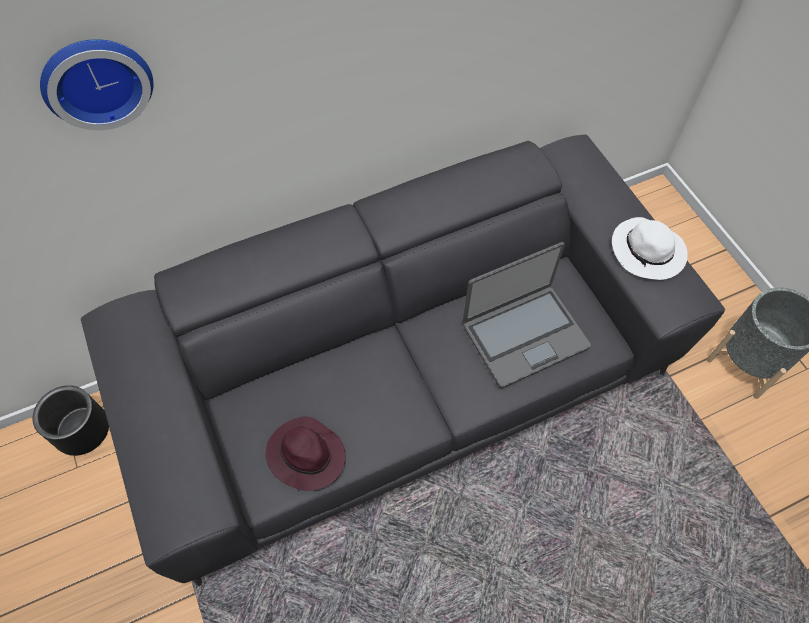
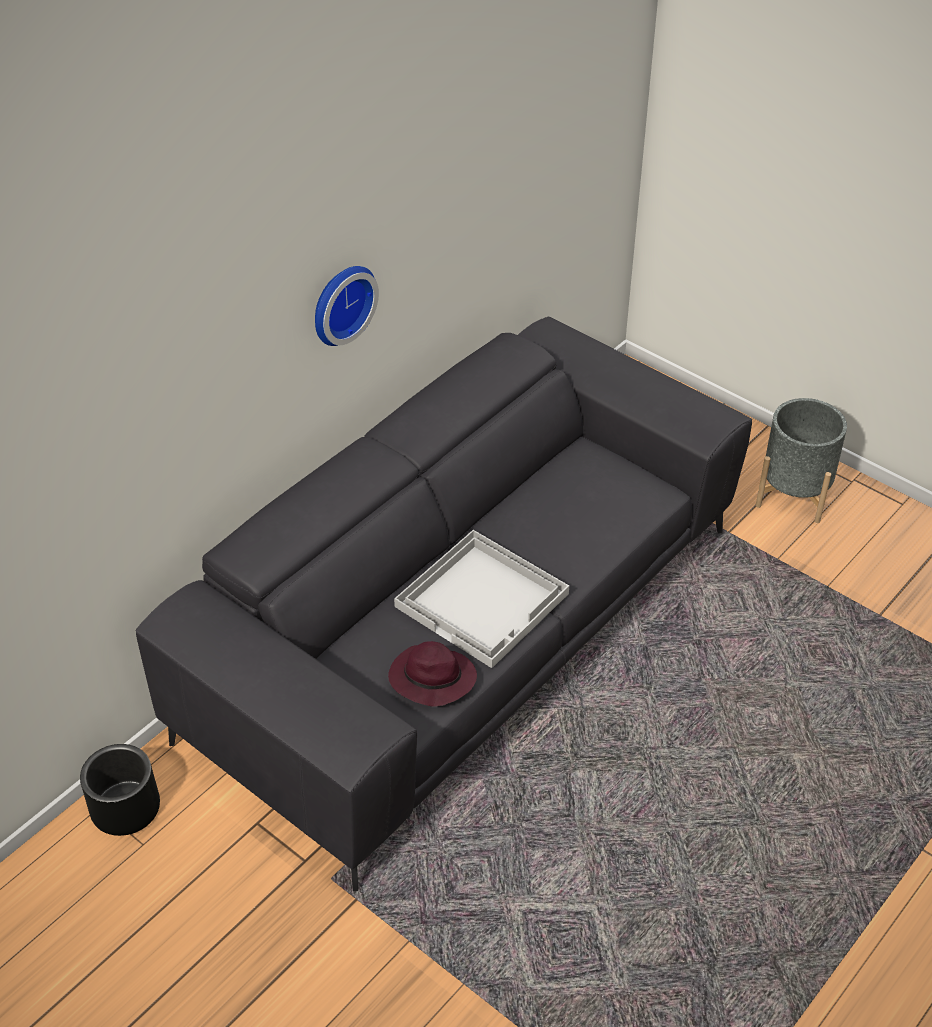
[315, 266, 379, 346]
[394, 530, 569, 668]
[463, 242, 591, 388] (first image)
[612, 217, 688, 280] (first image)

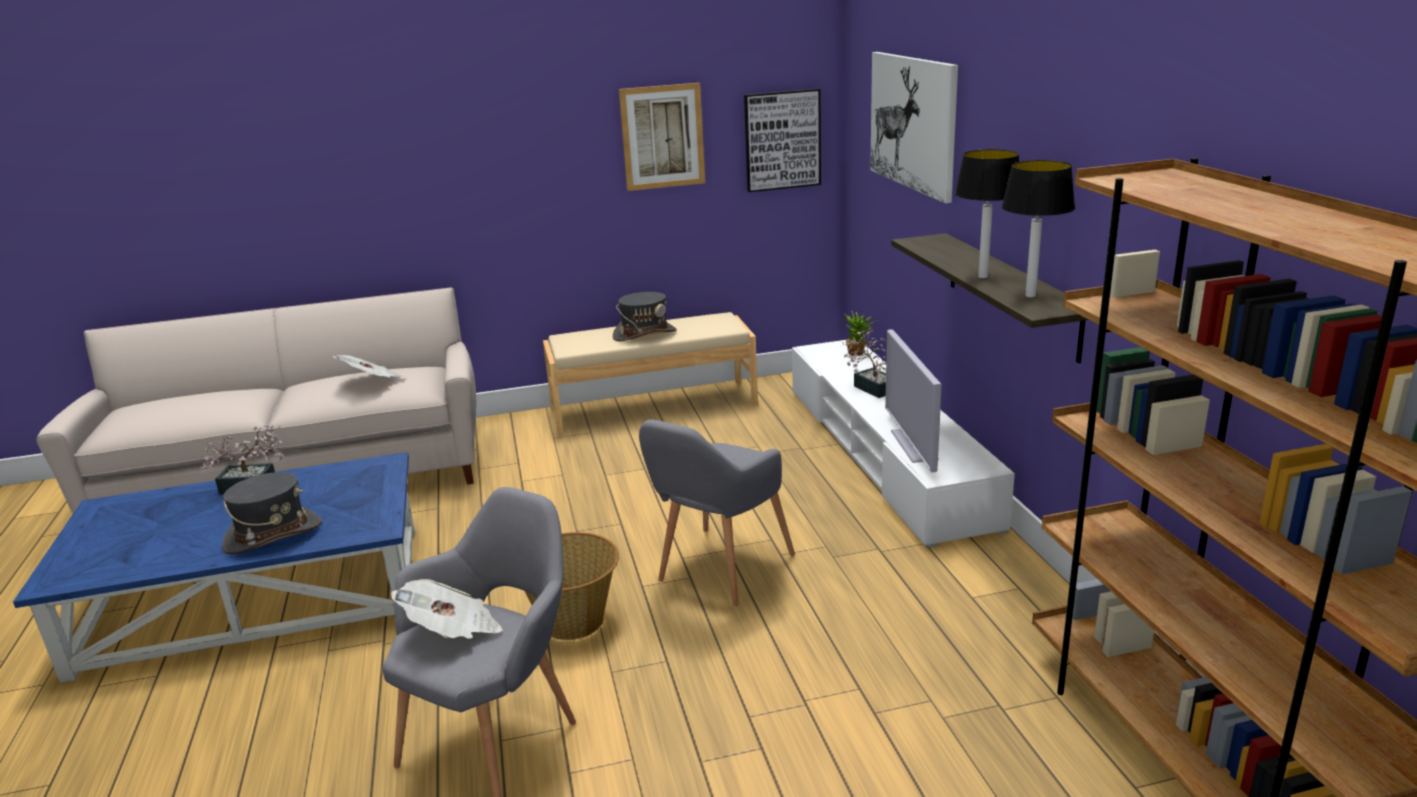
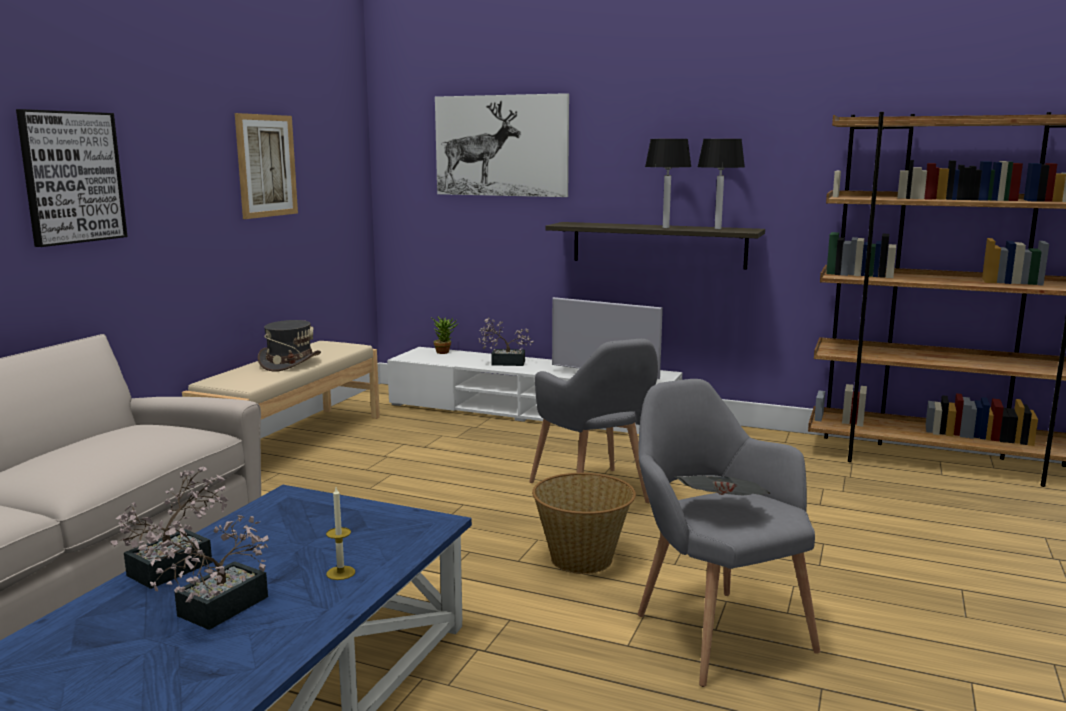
[16, 109, 128, 247]
[144, 515, 269, 630]
[326, 488, 355, 580]
[332, 355, 404, 378] (first image)

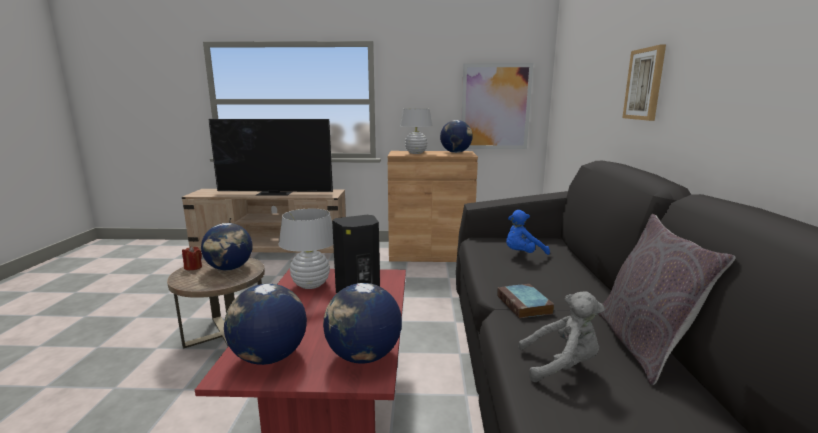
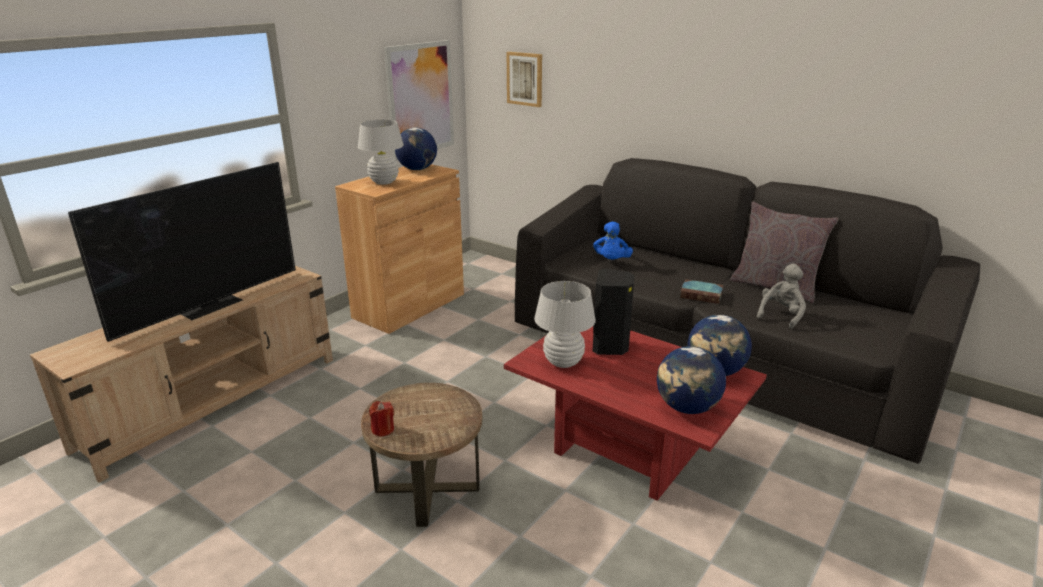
[507, 52, 542, 107]
[201, 223, 253, 270] (first image)

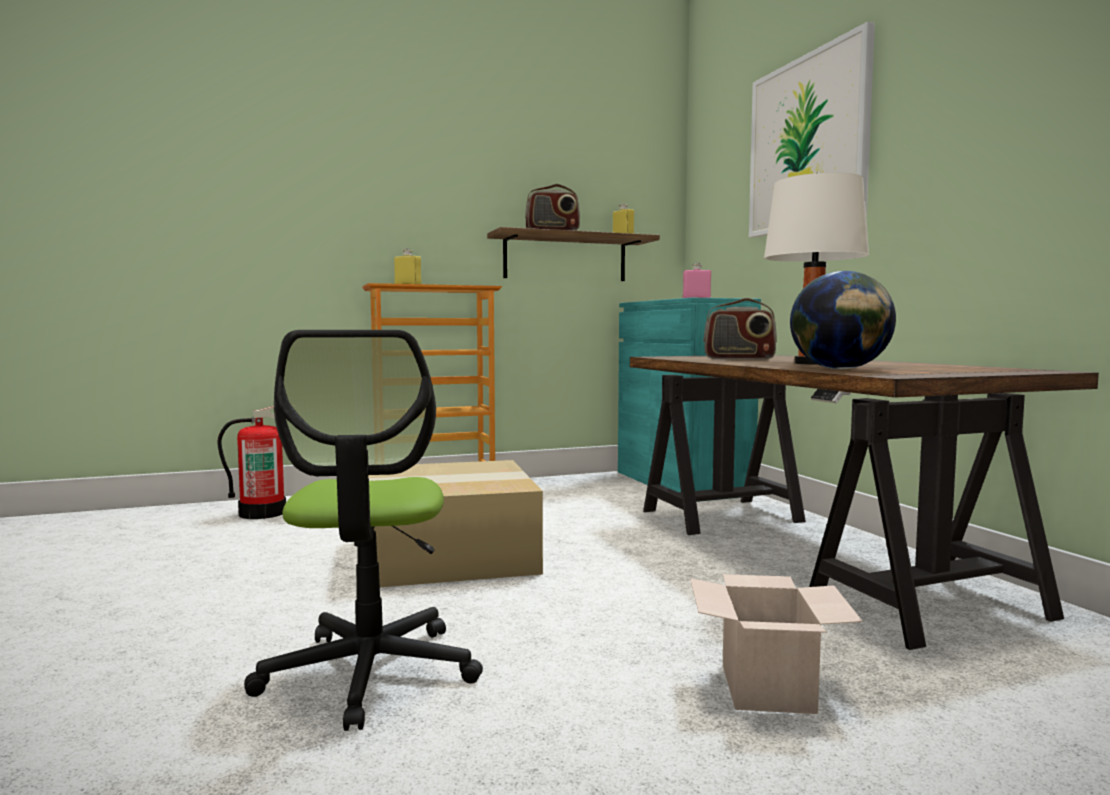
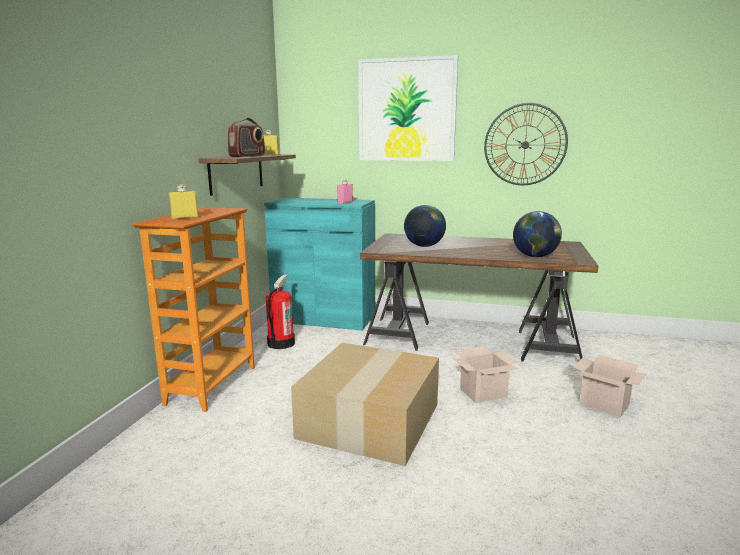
[266, 274, 295, 349]
[404, 205, 446, 247]
[453, 346, 519, 403]
[484, 103, 568, 185]
[244, 330, 483, 731] (first image)
[764, 172, 869, 365] (first image)

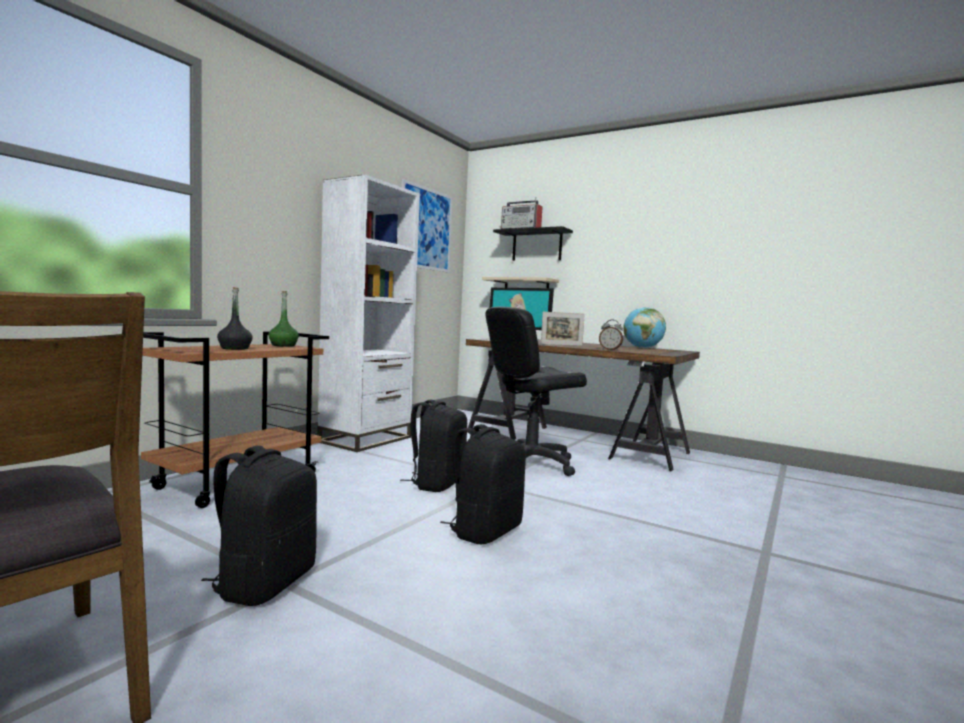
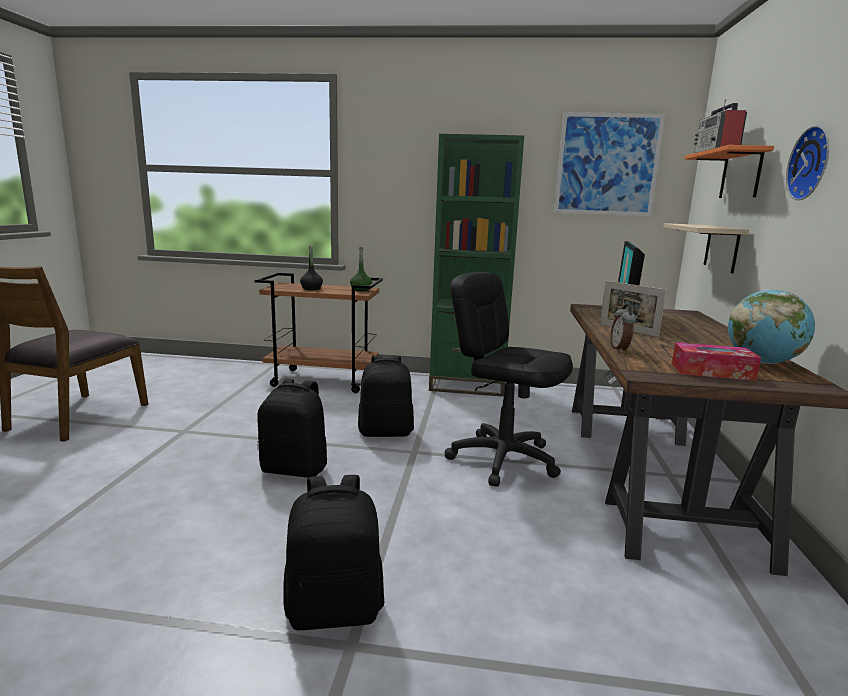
[283, 475, 384, 630]
[429, 134, 524, 397]
[672, 342, 761, 381]
[684, 145, 774, 198]
[786, 125, 829, 200]

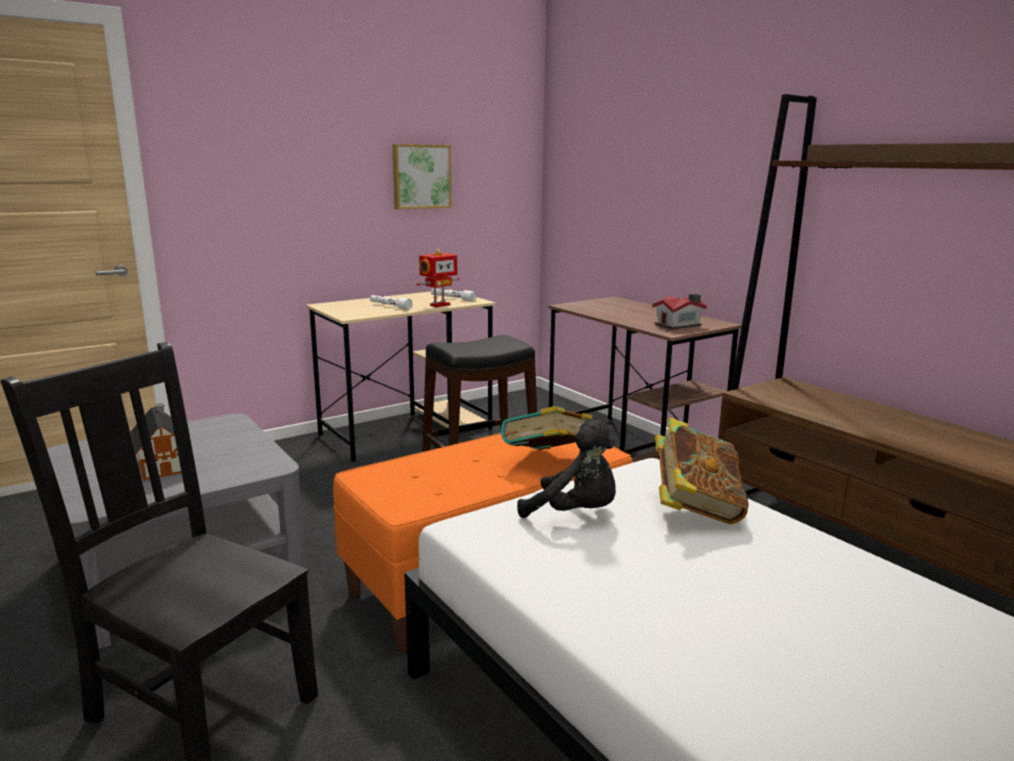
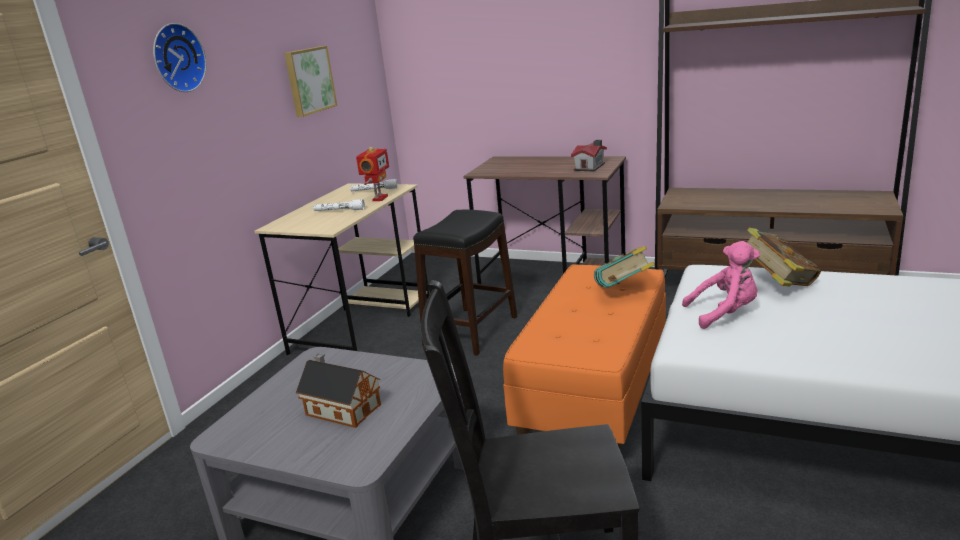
[153, 23, 206, 92]
[682, 241, 760, 329]

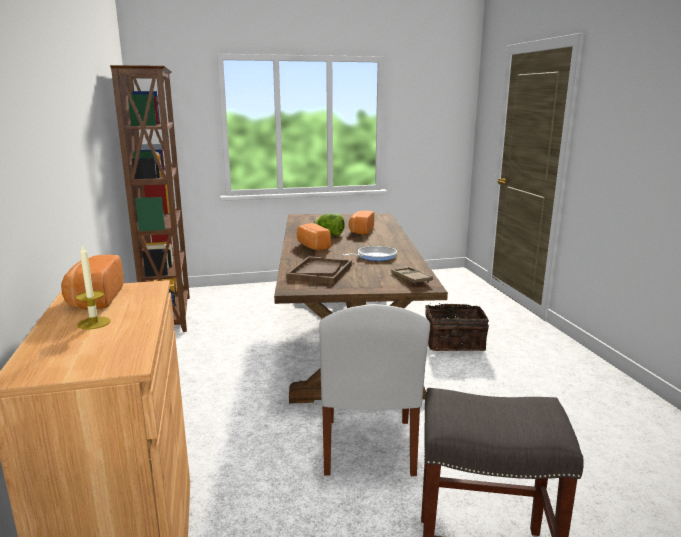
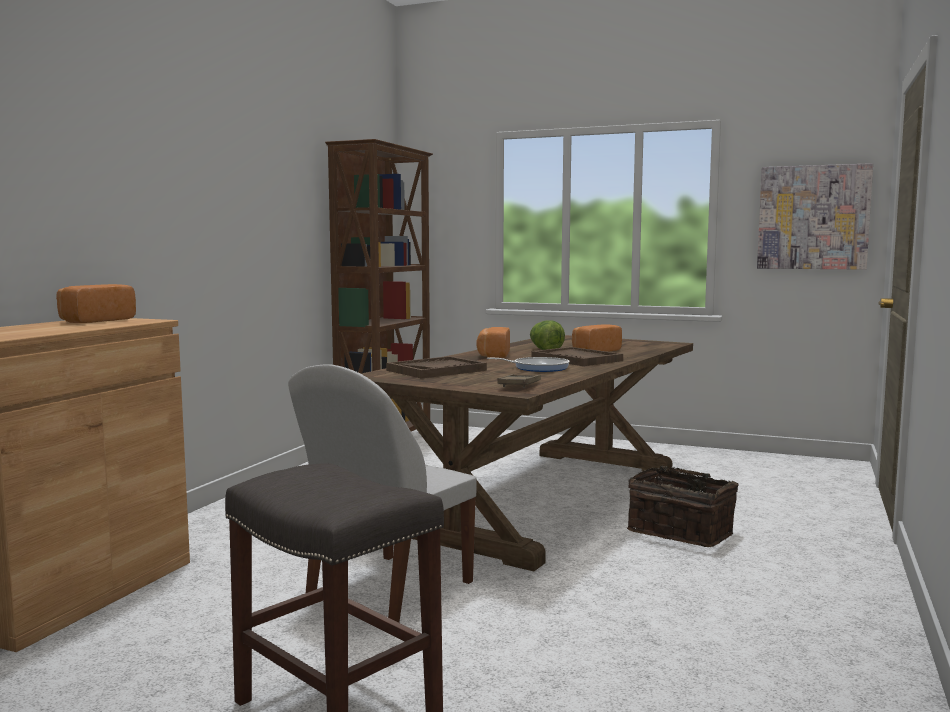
[531, 347, 623, 366]
[757, 163, 873, 270]
[76, 244, 111, 330] (first image)

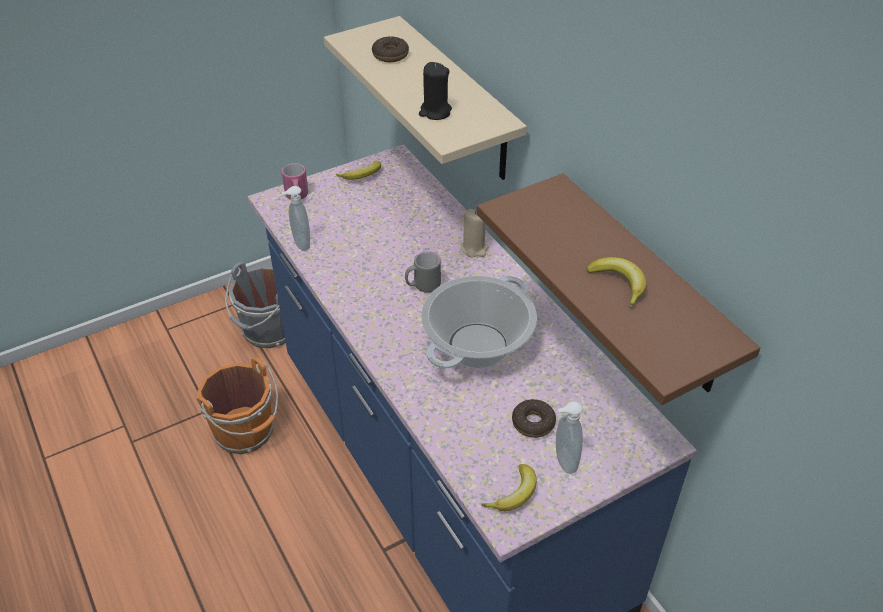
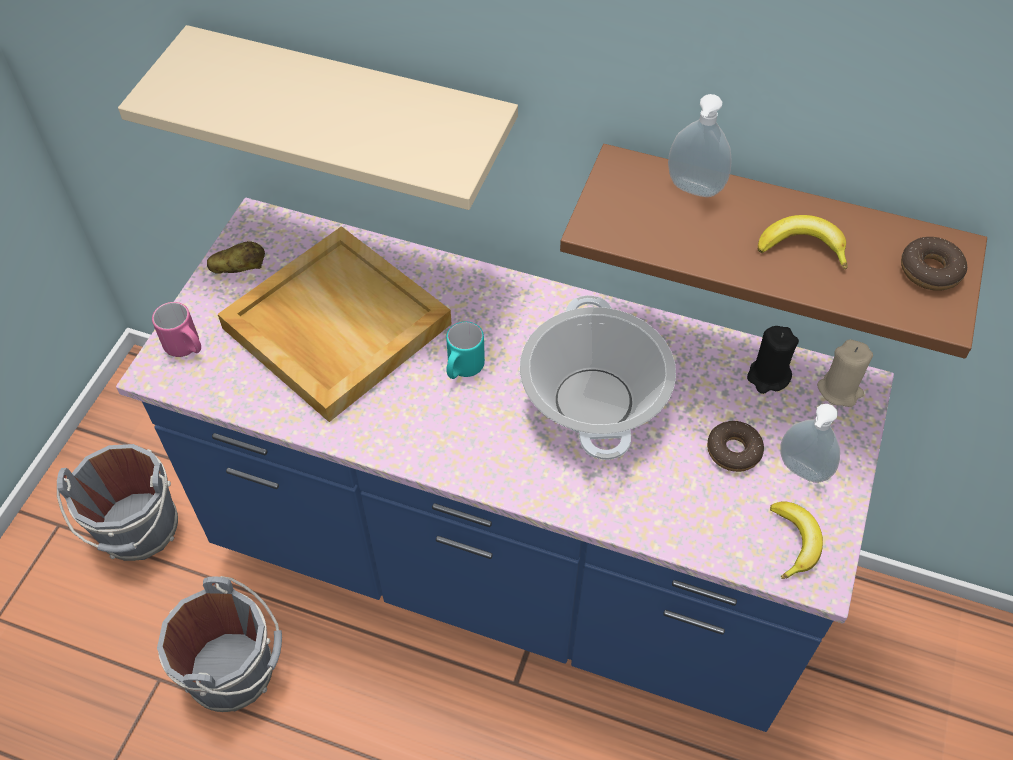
[157, 576, 282, 712]
[207, 241, 265, 274]
[218, 226, 451, 422]
[446, 321, 485, 379]
[668, 94, 732, 197]
[747, 326, 799, 394]
[817, 339, 873, 407]
[901, 237, 967, 291]

